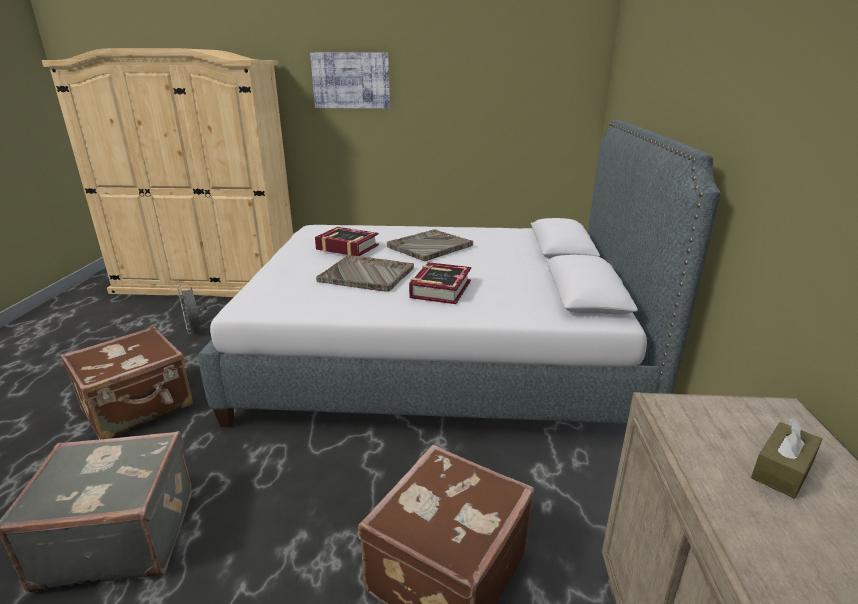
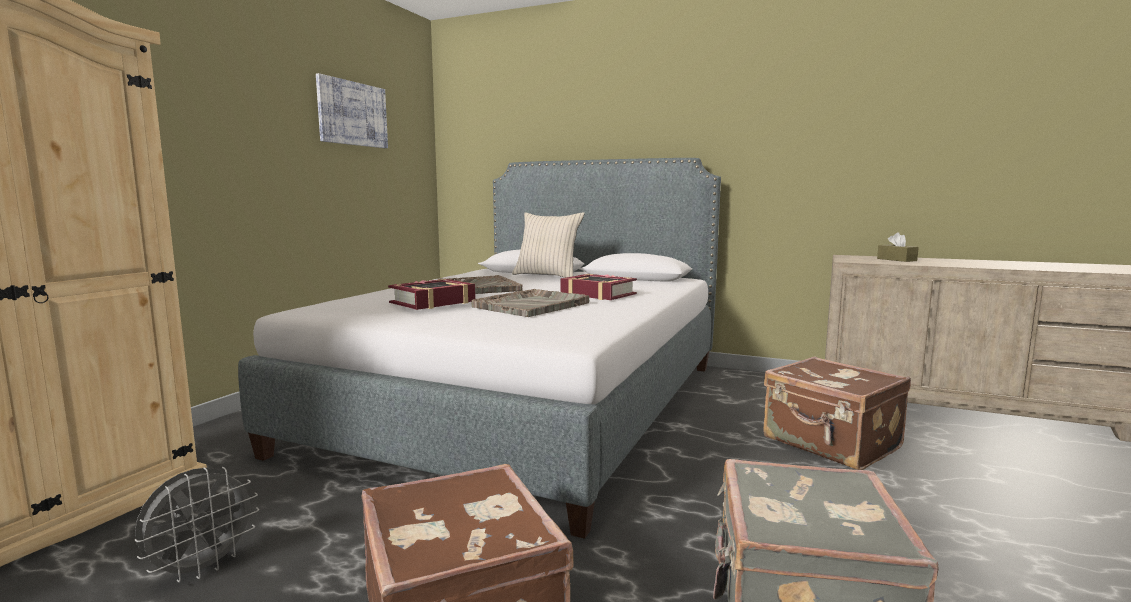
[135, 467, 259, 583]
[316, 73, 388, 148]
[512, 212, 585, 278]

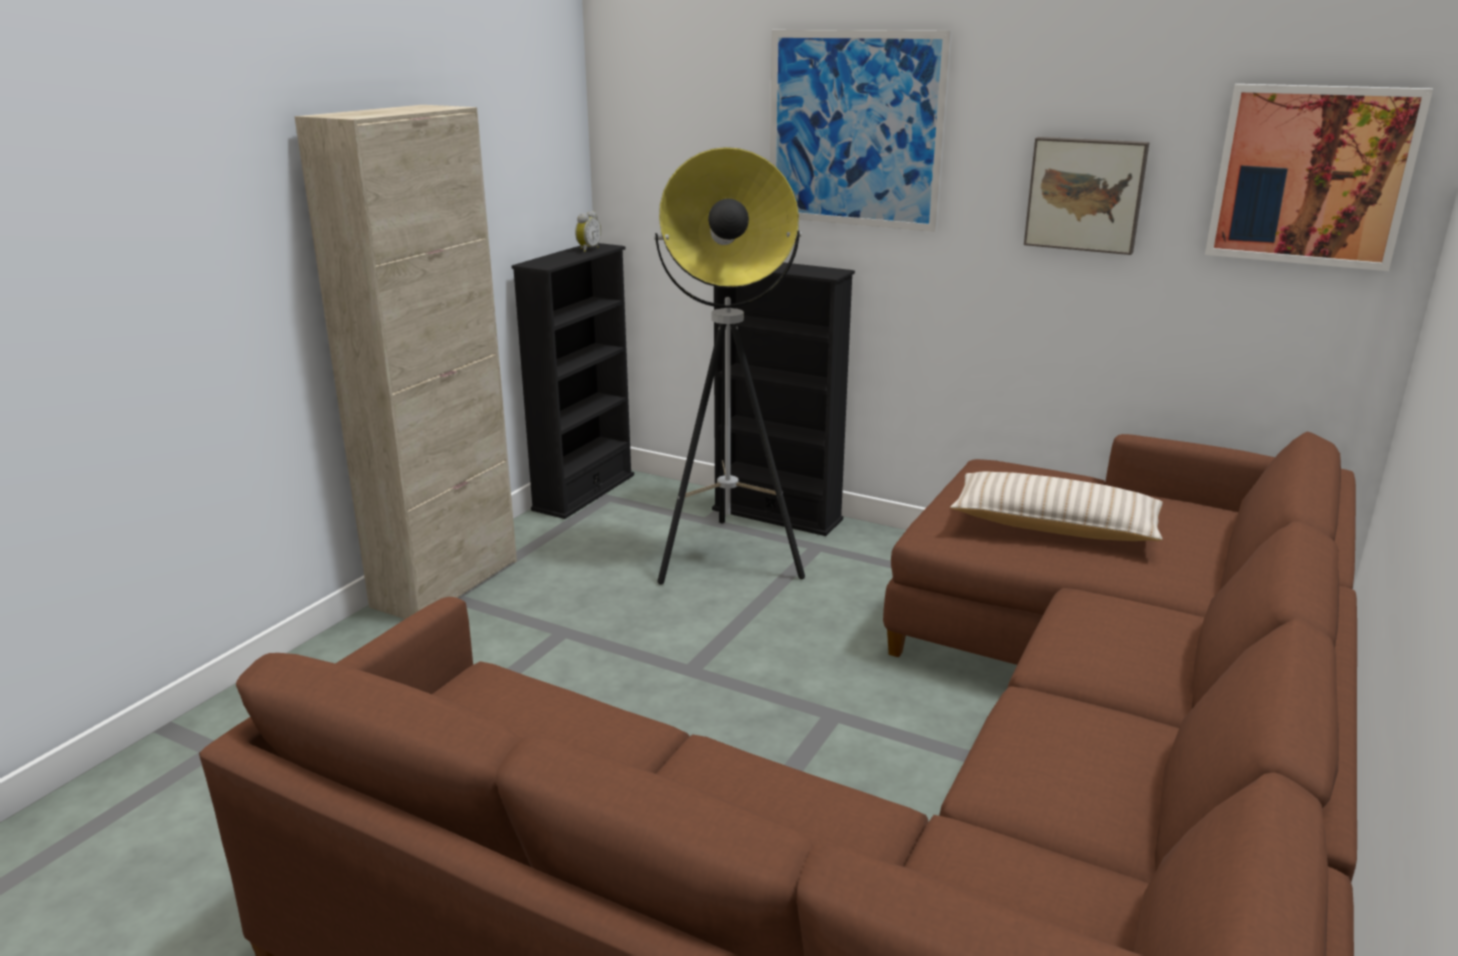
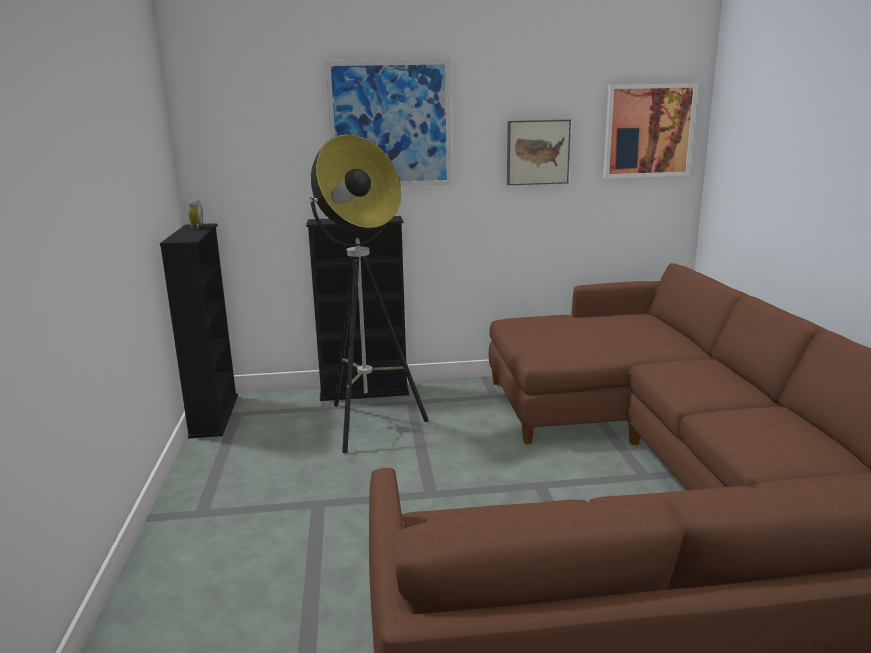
[295, 105, 517, 619] (first image)
[950, 472, 1163, 541] (first image)

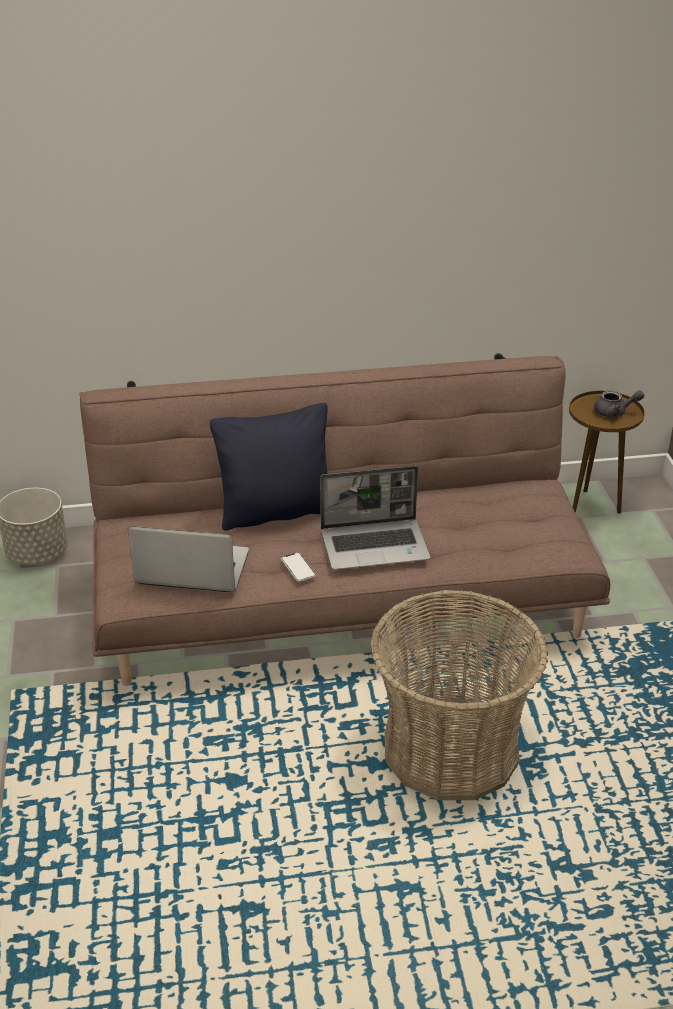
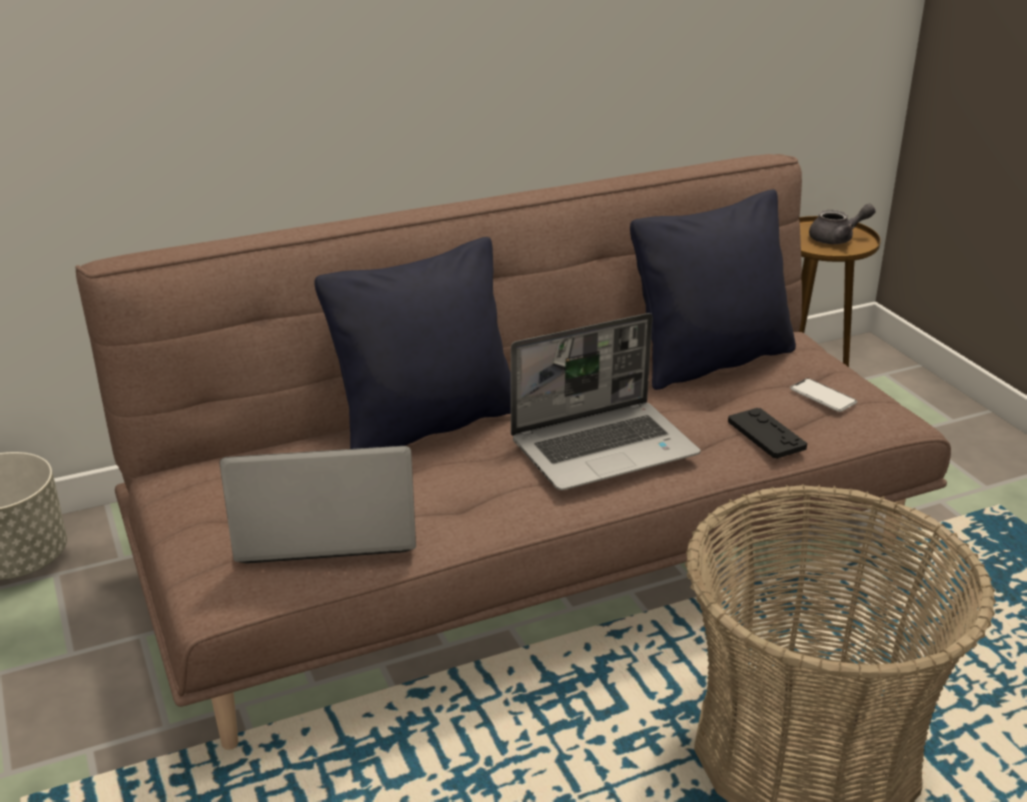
[630, 189, 796, 390]
[728, 408, 807, 459]
[790, 378, 857, 412]

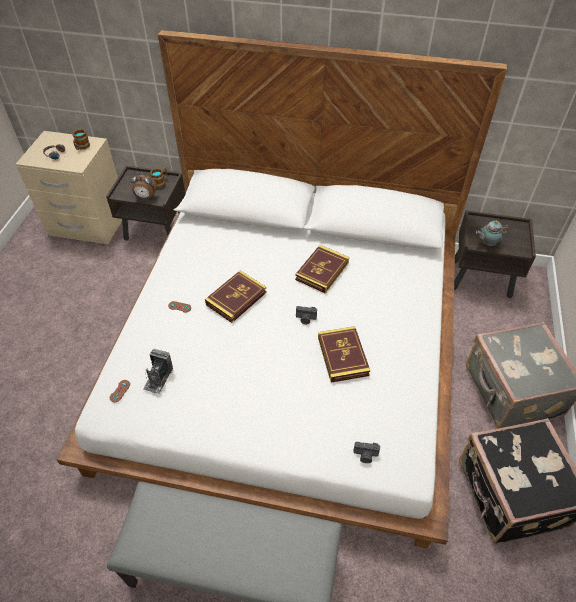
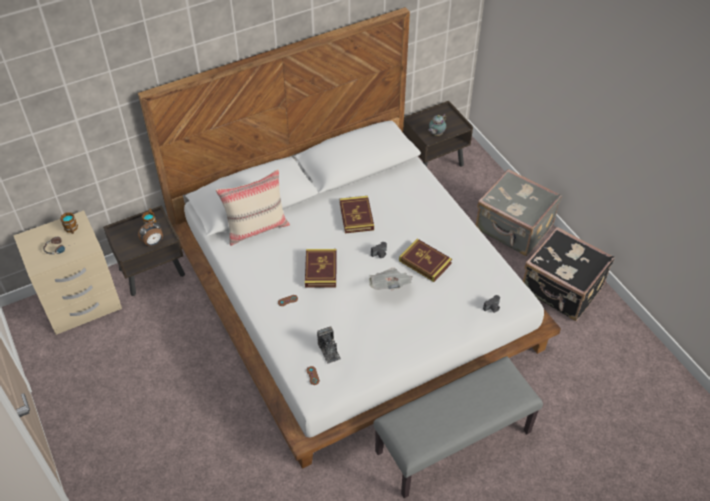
[216, 169, 290, 246]
[369, 268, 413, 290]

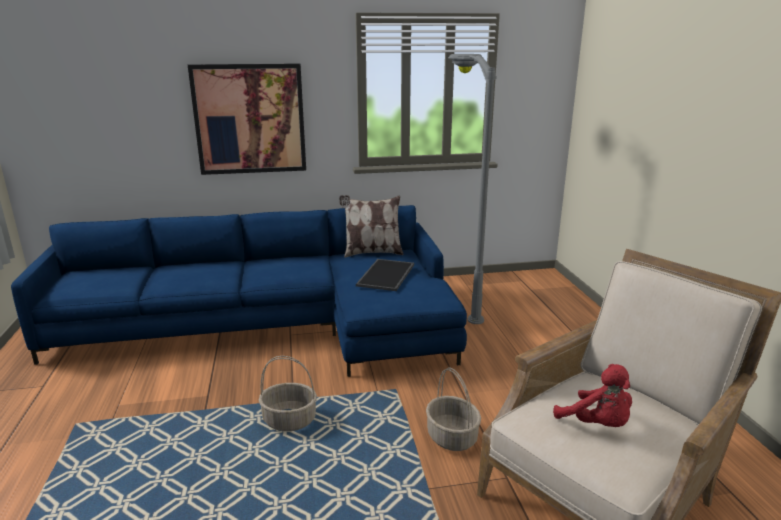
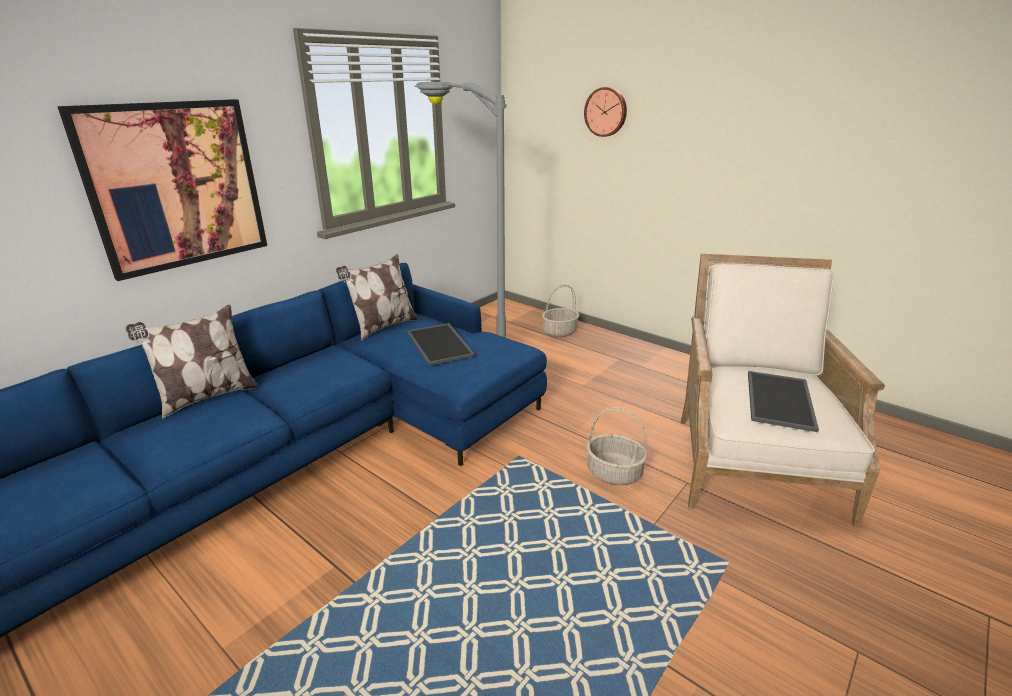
[126, 304, 258, 419]
[542, 284, 579, 337]
[584, 87, 627, 137]
[748, 371, 819, 432]

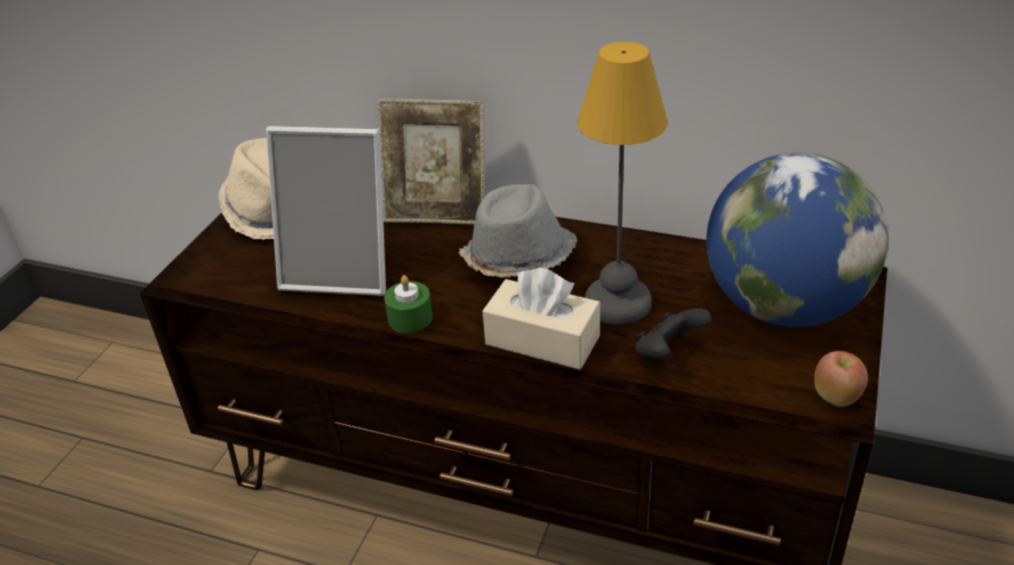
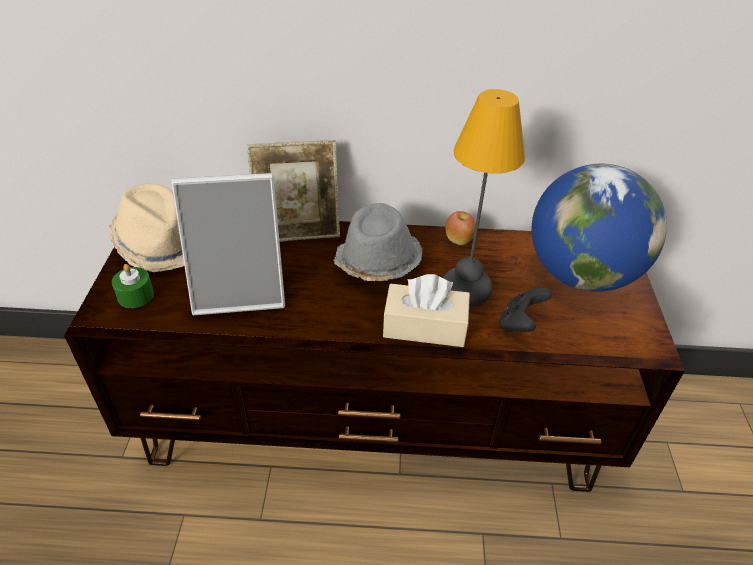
[112, 264, 154, 308]
[445, 211, 476, 245]

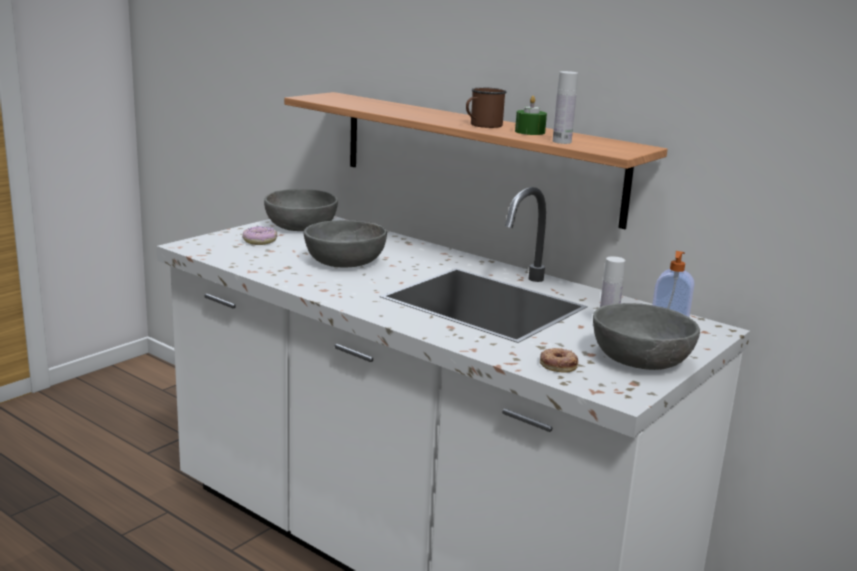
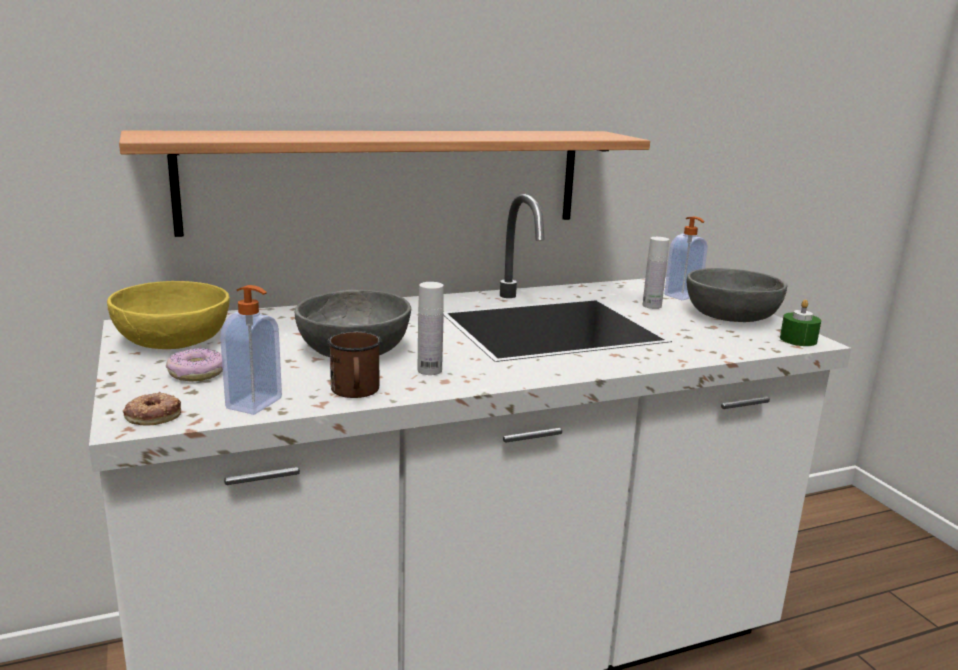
[107, 281, 230, 349]
[123, 392, 181, 425]
[220, 285, 282, 415]
[328, 331, 381, 398]
[418, 282, 444, 375]
[780, 299, 821, 346]

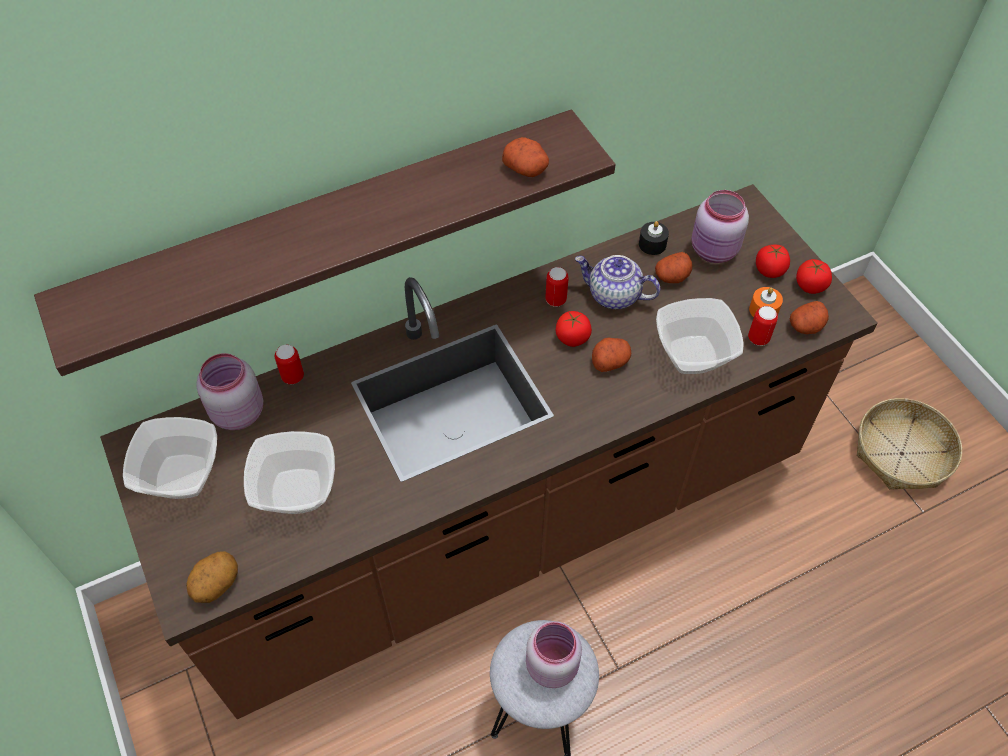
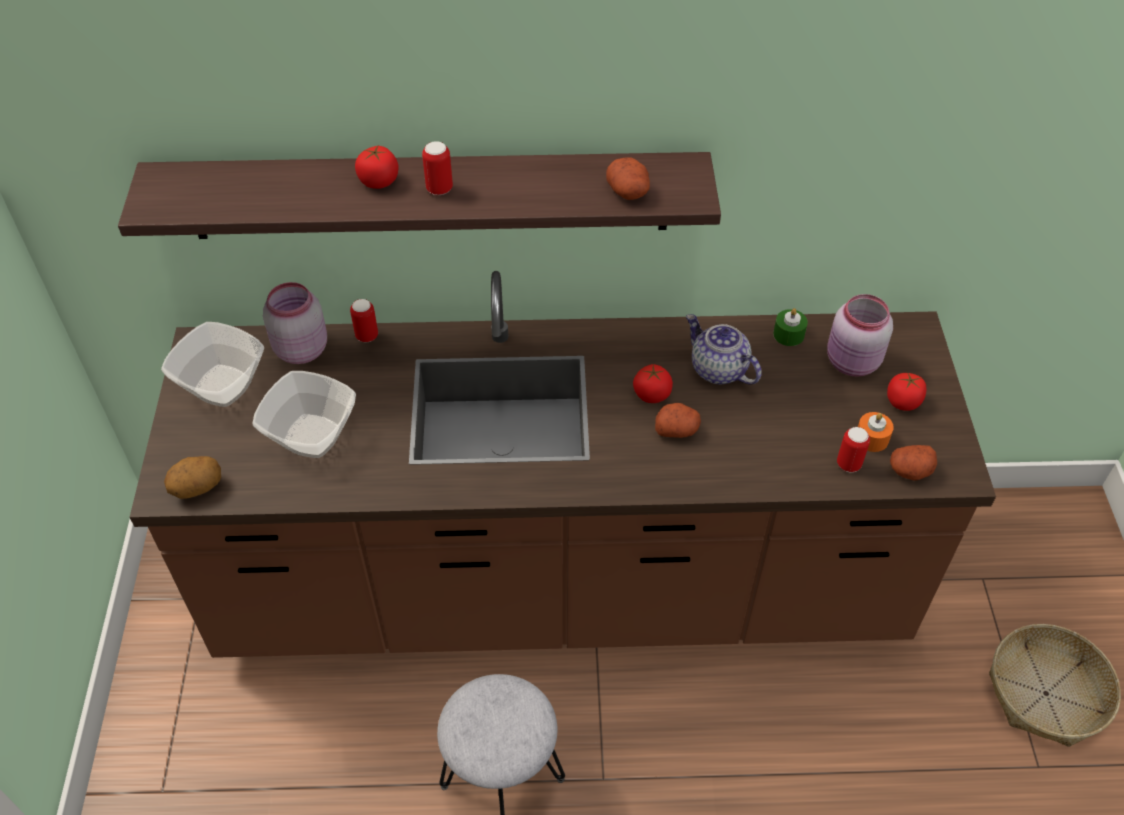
[355, 146, 399, 189]
[422, 141, 453, 195]
[773, 308, 808, 346]
[526, 621, 582, 688] (first image)
[655, 252, 692, 283] (first image)
[656, 298, 744, 374] (first image)

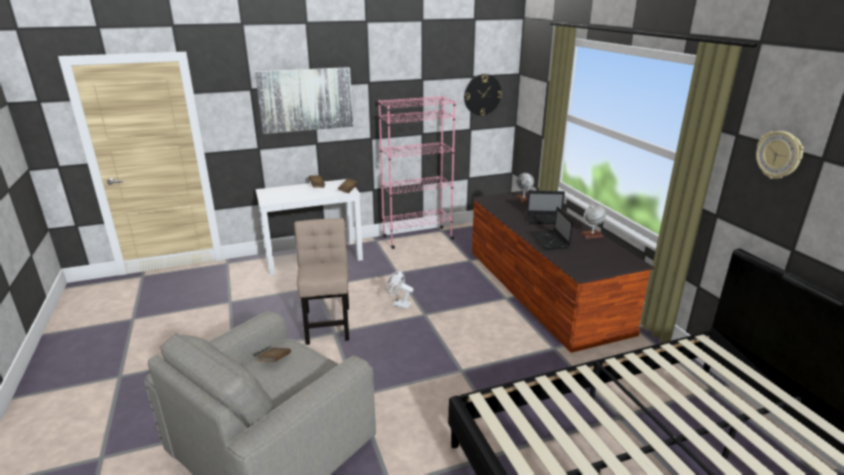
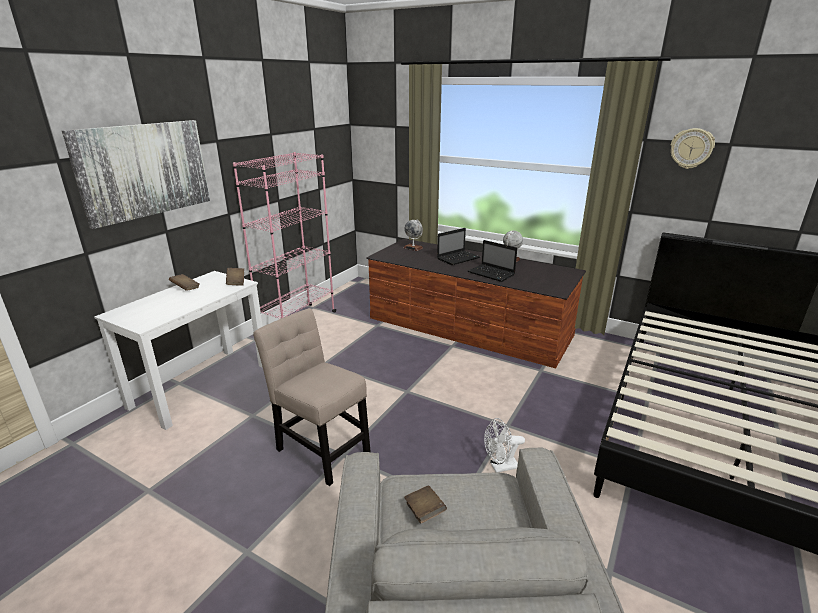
[484, 418, 525, 473]
[464, 74, 502, 116] (first image)

